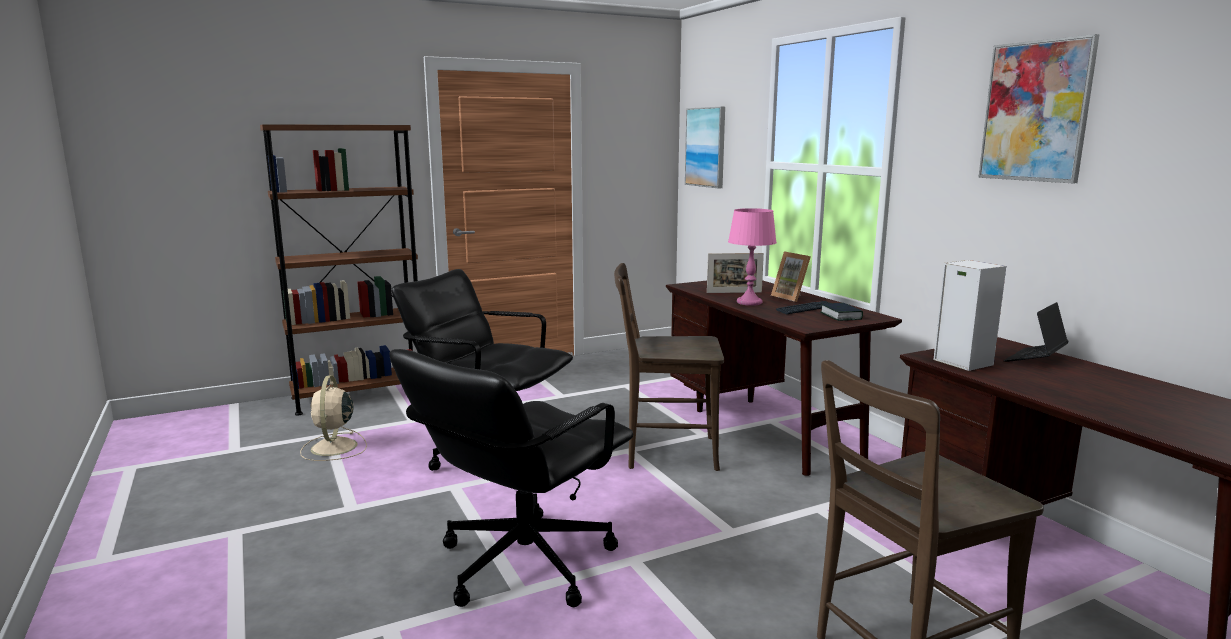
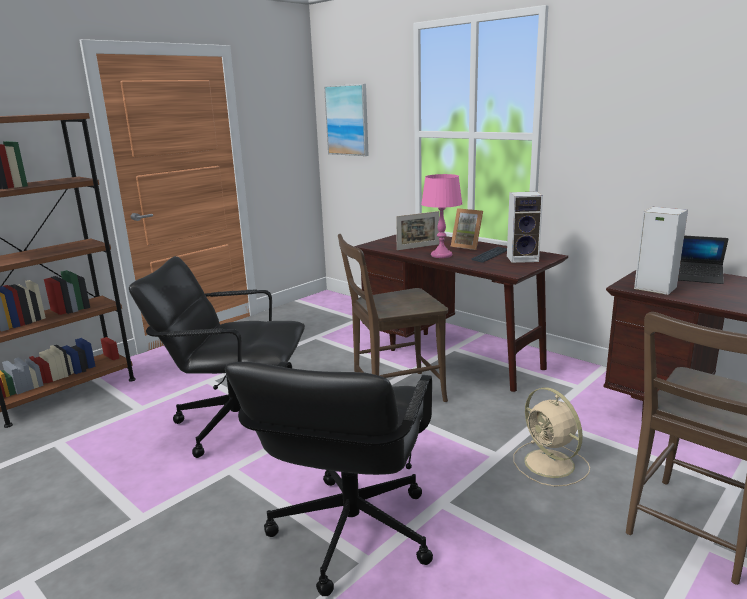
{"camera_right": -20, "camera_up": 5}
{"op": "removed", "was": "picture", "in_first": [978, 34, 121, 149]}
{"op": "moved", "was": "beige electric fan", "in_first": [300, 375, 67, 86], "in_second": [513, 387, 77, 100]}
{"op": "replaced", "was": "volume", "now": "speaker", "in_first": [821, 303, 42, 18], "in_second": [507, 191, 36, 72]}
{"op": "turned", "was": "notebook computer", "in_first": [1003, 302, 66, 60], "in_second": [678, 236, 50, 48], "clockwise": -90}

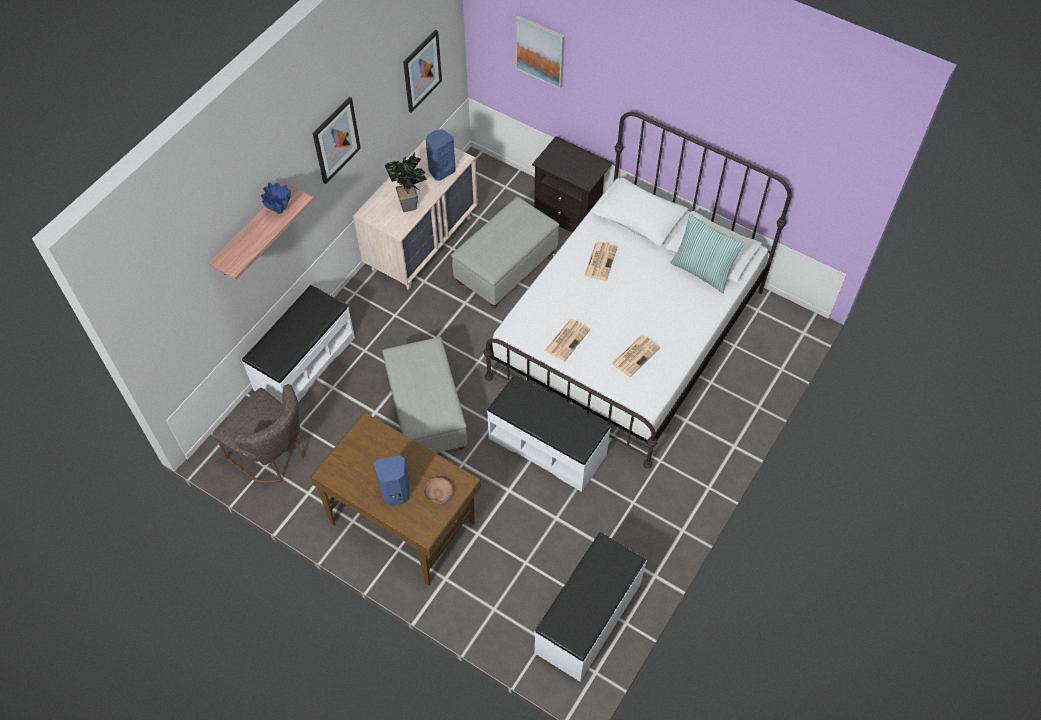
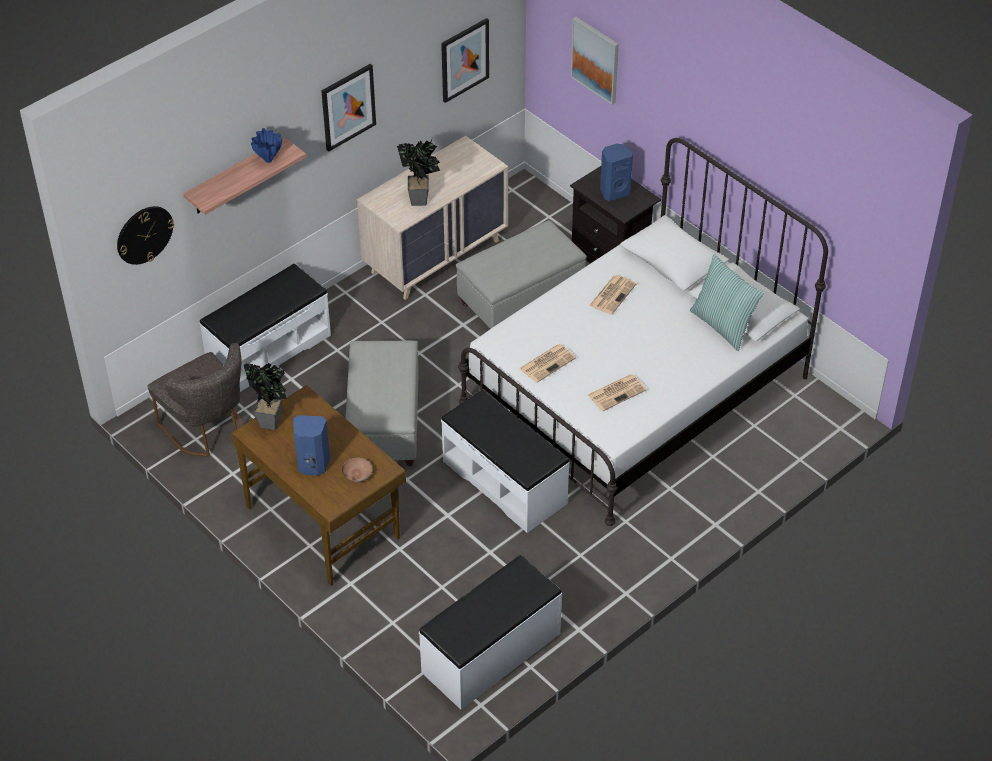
{"camera_right": 15, "camera_up": -10}
{"op": "added", "now": "clock on the wall", "in_second": [117, 206, 57, 59]}
{"op": "added", "now": "plant in a pot", "in_second": [243, 363, 44, 67]}
{"op": "moved", "was": "bluish speaker", "in_first": [426, 129, 29, 52], "in_second": [600, 144, 33, 57]}

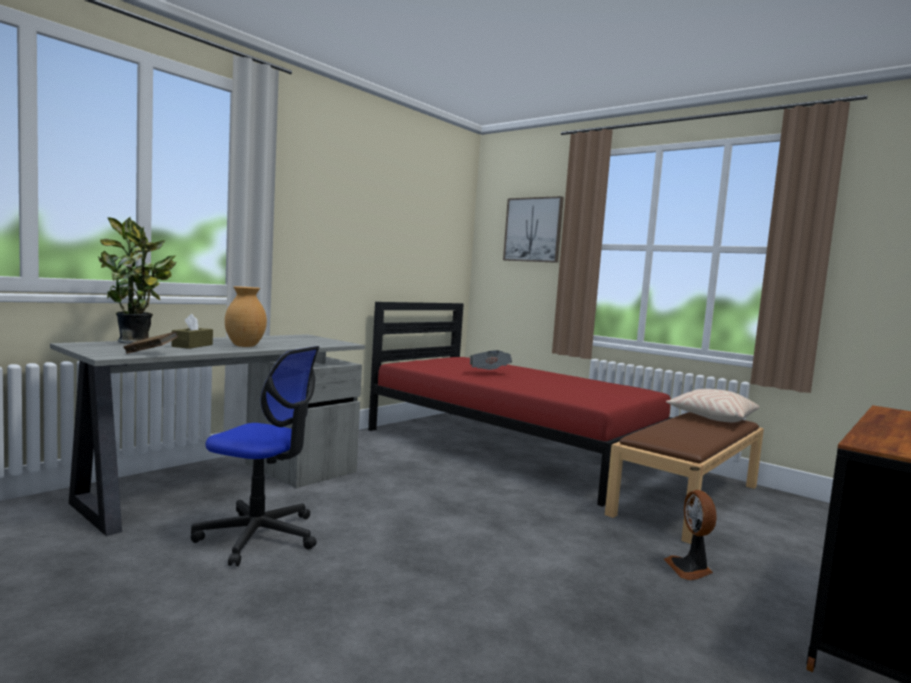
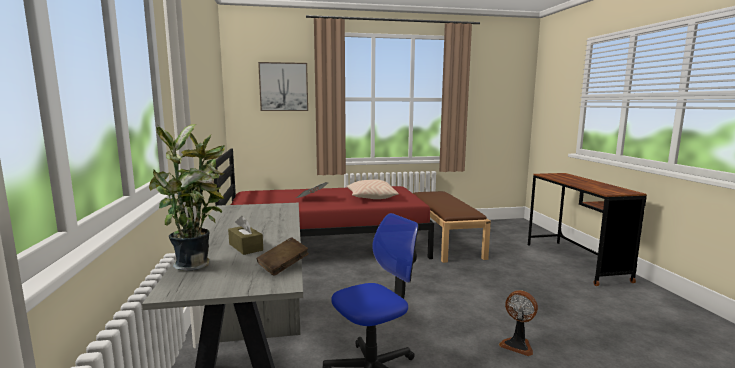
{"camera_right": -50, "camera_up": 5}
{"op": "removed", "was": "brown-coloured vase", "in_first": [225, 286, 42, 61]}
{"op": "moved", "was": "electric fan", "in_first": [664, 490, 52, 90], "in_second": [499, 290, 39, 66]}
{"op": "moved", "was": "beige throw pillow", "in_first": [666, 389, 93, 33], "in_second": [347, 179, 52, 20]}

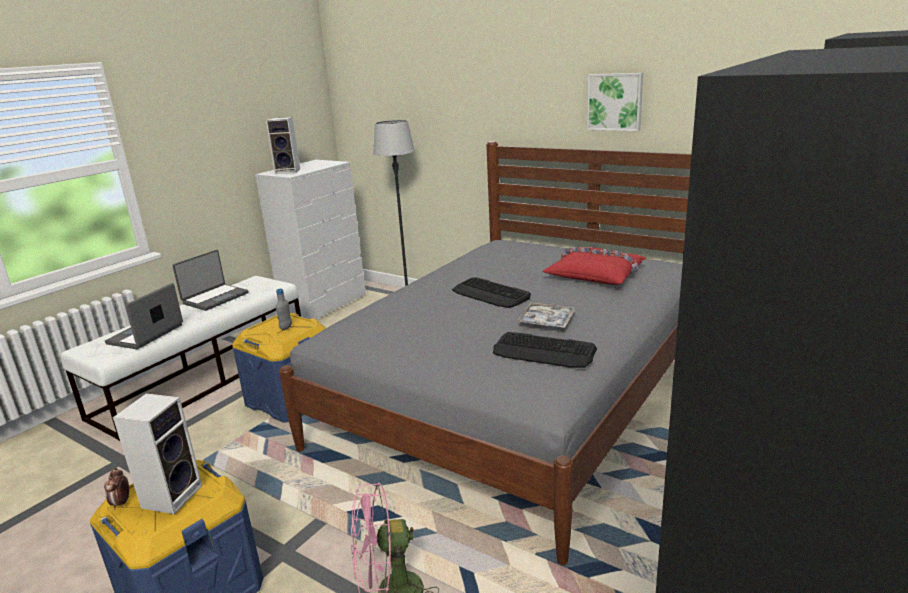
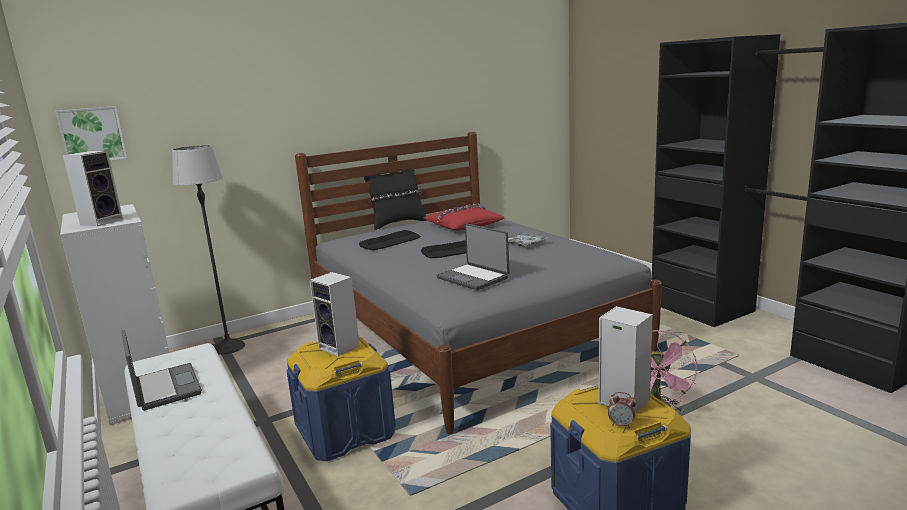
{"camera_right": -65, "camera_up": -5}
{"op": "added", "now": "black-coloured throw pillow", "in_second": [364, 169, 63, 61]}
{"op": "moved", "was": "notebook computer", "in_first": [105, 283, 78, 66], "in_second": [436, 224, 73, 66]}
{"op": "moved", "was": "keyboard", "in_first": [493, 332, 104, 36], "in_second": [359, 230, 62, 20]}
{"op": "moved", "was": "picture", "in_first": [587, 73, 56, 58], "in_second": [56, 106, 71, 54]}
{"op": "replaced", "was": "gray beverage bottle", "now": "speaker", "in_first": [276, 289, 16, 41], "in_second": [310, 272, 50, 84]}

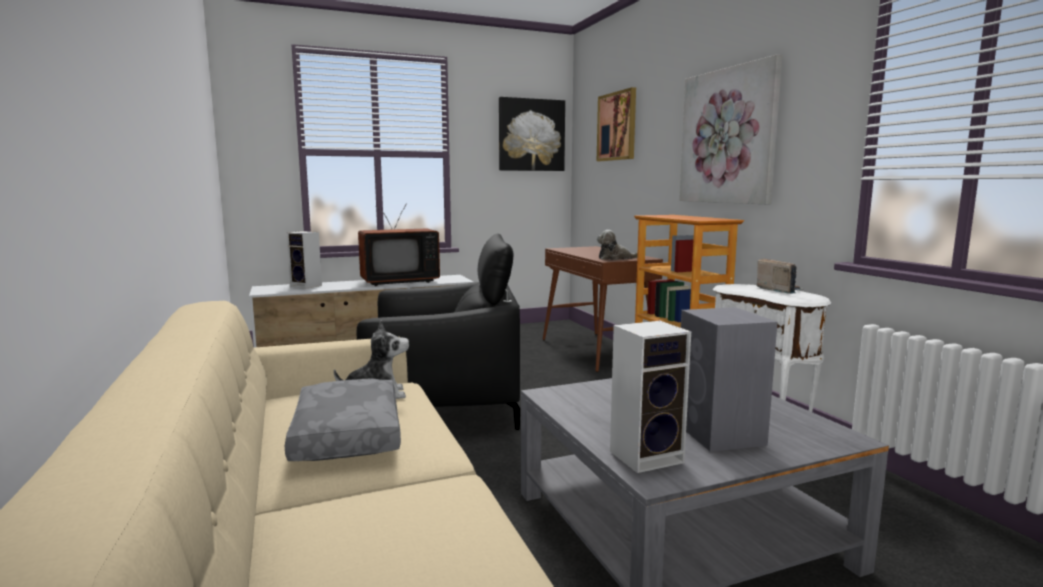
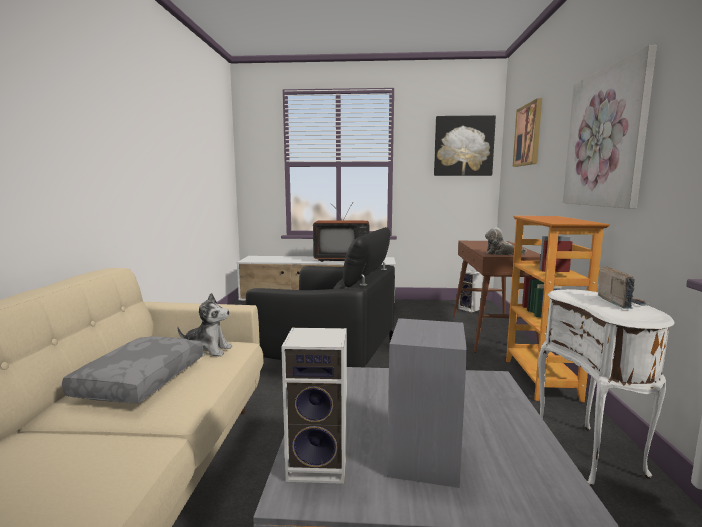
{"camera_right": 25, "camera_up": 0}
{"op": "moved", "was": "speaker", "in_first": [287, 231, 35, 58], "in_second": [458, 270, 24, 42]}

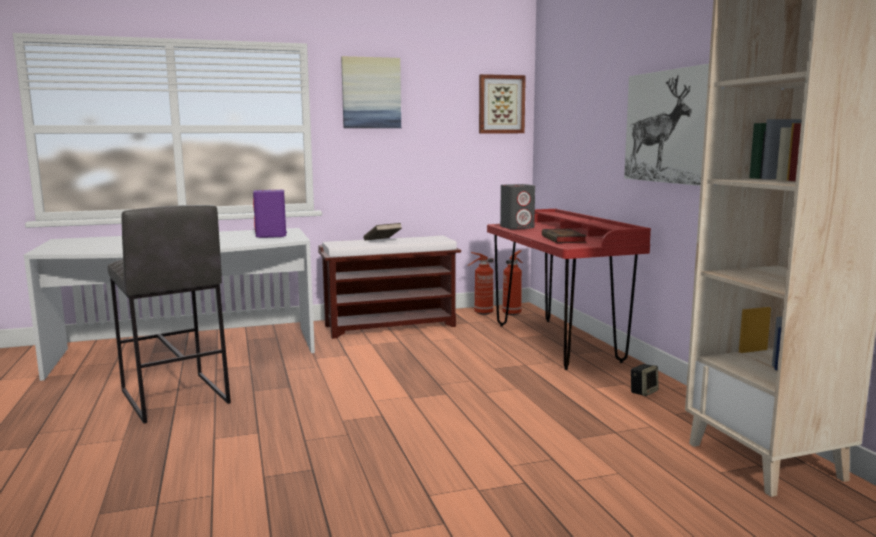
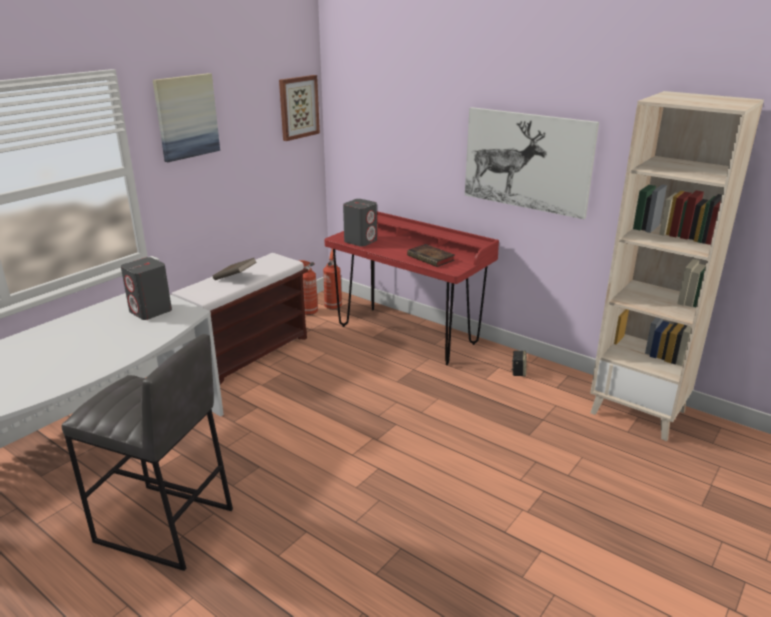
{"camera_right": -35, "camera_up": 15}
{"op": "recoloured", "was": "purple-coloured speaker", "now": "gray speaker", "in_first": [253, 190, 34, 48], "in_second": [121, 257, 51, 63]}

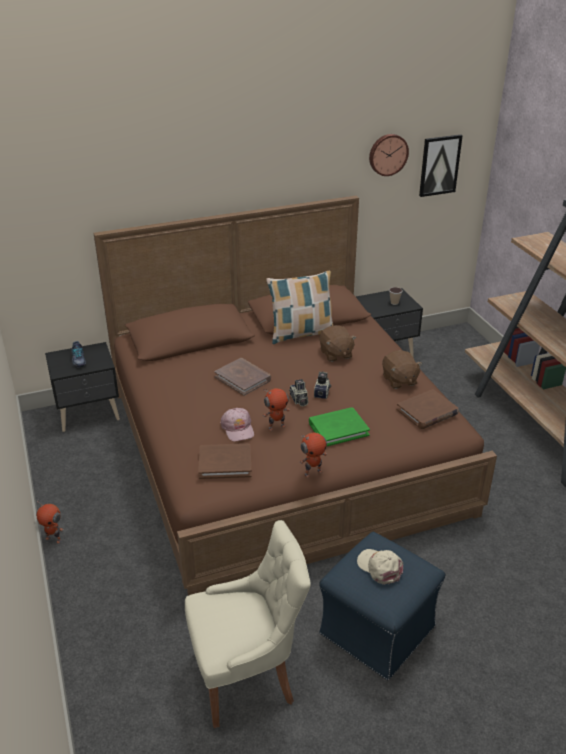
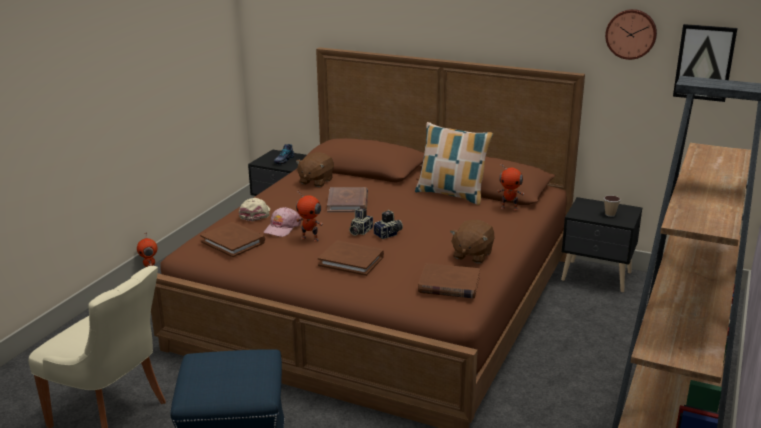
{"camera_right": 45, "camera_up": -10}
{"op": "moved", "was": "toy robot", "in_first": [300, 433, 27, 45], "in_second": [497, 163, 27, 48]}
{"op": "moved", "was": "brown-coloured soft toy", "in_first": [319, 325, 37, 37], "in_second": [296, 152, 38, 35]}
{"op": "moved", "was": "beige peaked cap", "in_first": [357, 549, 46, 35], "in_second": [239, 198, 31, 23]}
{"op": "recoloured", "was": "green volume", "now": "brown-coloured volume", "in_first": [309, 407, 61, 40], "in_second": [318, 240, 66, 36]}

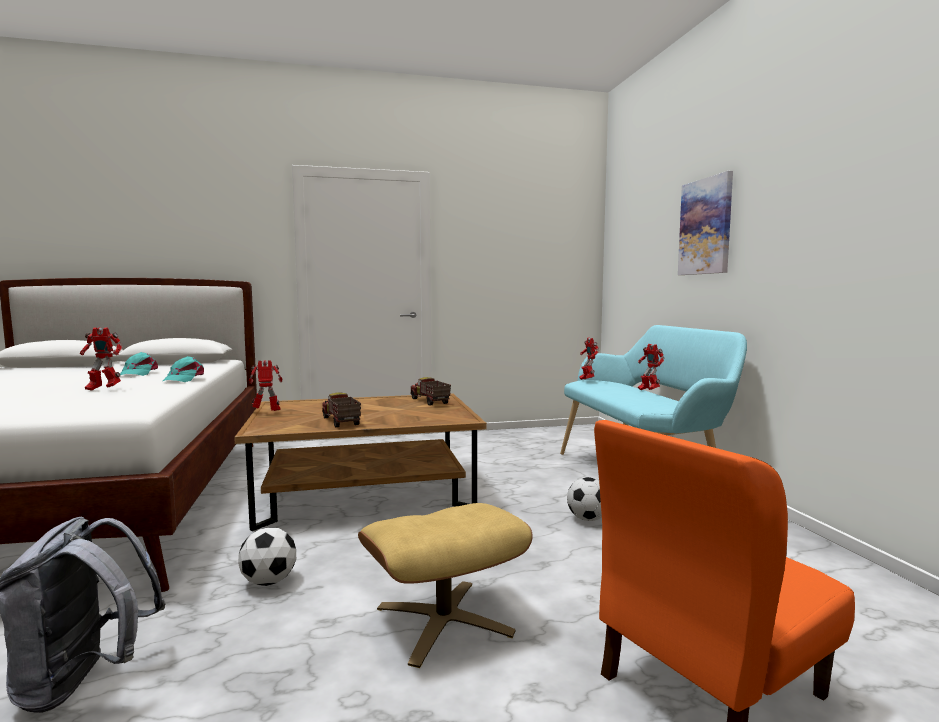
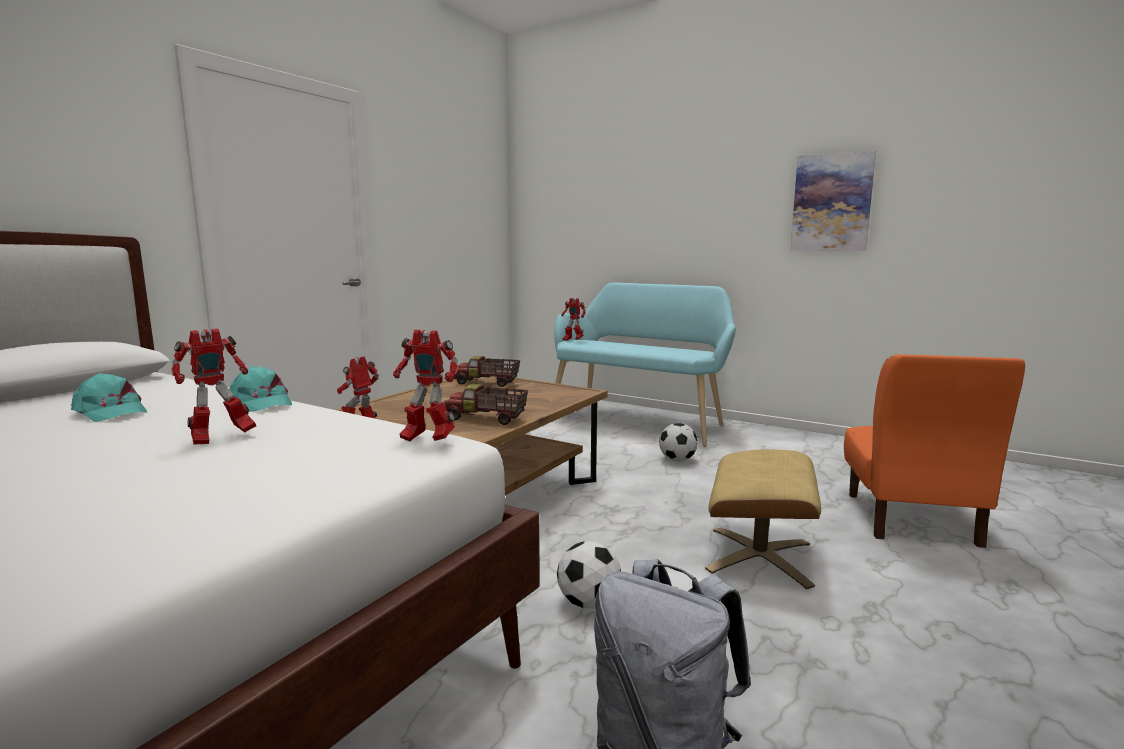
{"camera_right": -45, "camera_up": 5}
{"op": "moved", "was": "toy robot", "in_first": [638, 344, 26, 46], "in_second": [393, 330, 66, 112]}
{"op": "moved", "was": "picture", "in_first": [678, 171, 55, 104], "in_second": [791, 150, 85, 101]}

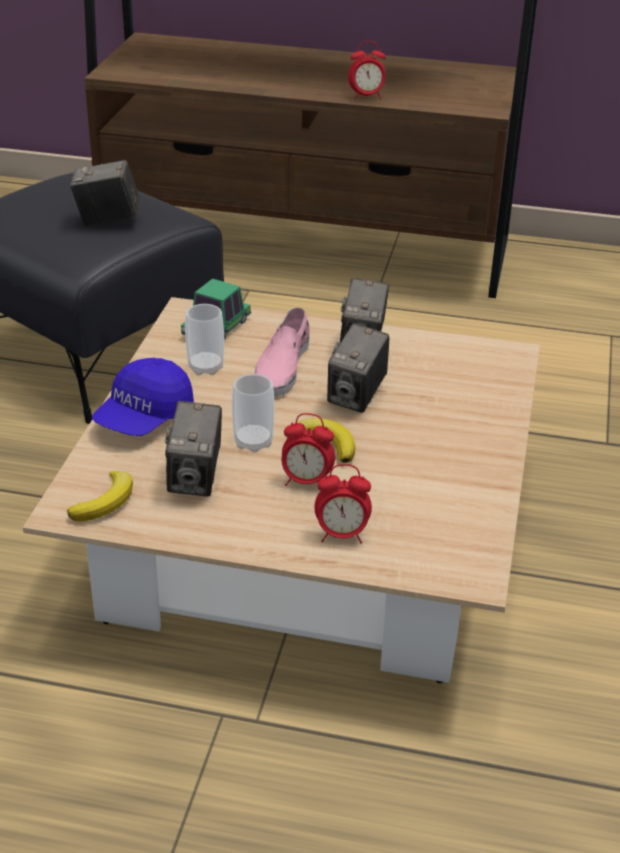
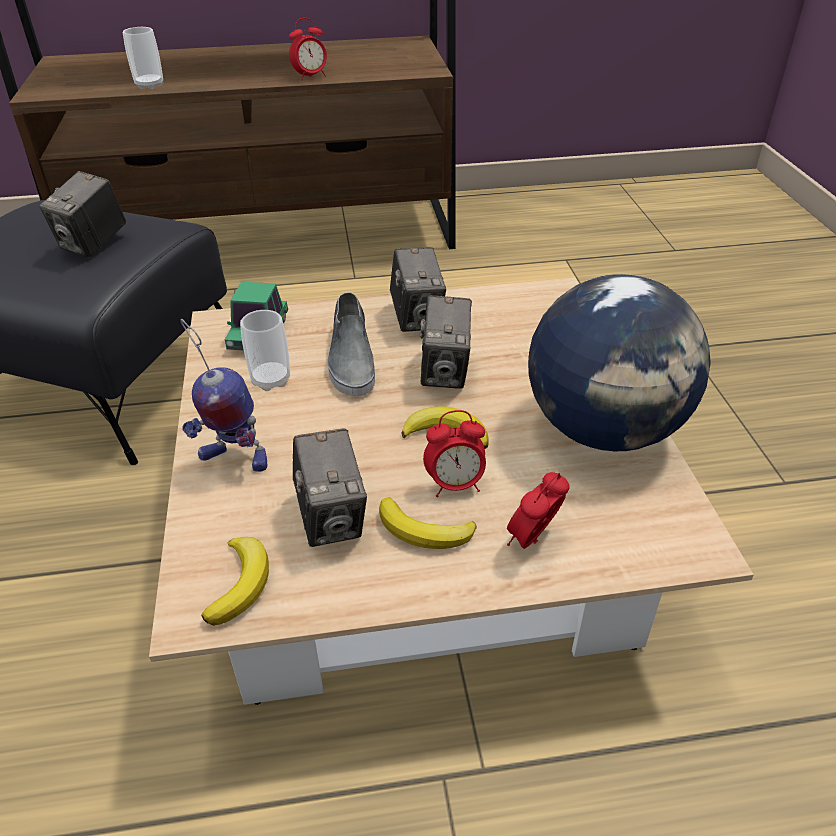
{"camera_right": -20, "camera_up": 5}
{"op": "added", "now": "banana", "in_second": [379, 497, 98, 52]}
{"op": "added", "now": "desk globe", "in_second": [528, 274, 183, 177]}
{"op": "moved", "was": "cup", "in_first": [232, 374, 42, 79], "in_second": [123, 27, 40, 62]}
{"op": "replaced", "was": "bluish peaked cap", "now": "toy robot", "in_first": [92, 358, 102, 78], "in_second": [180, 319, 87, 153]}
{"op": "recoloured", "was": "pink item of footwear", "now": "gray item of footwear", "in_first": [255, 307, 55, 90], "in_second": [328, 292, 47, 104]}
{"op": "turned", "was": "photo camera", "in_first": [70, 160, 70, 66], "in_second": [39, 171, 87, 86], "clockwise": -45}
{"op": "turned", "was": "table clock", "in_first": [315, 464, 57, 80], "in_second": [507, 472, 62, 77], "clockwise": 150}

